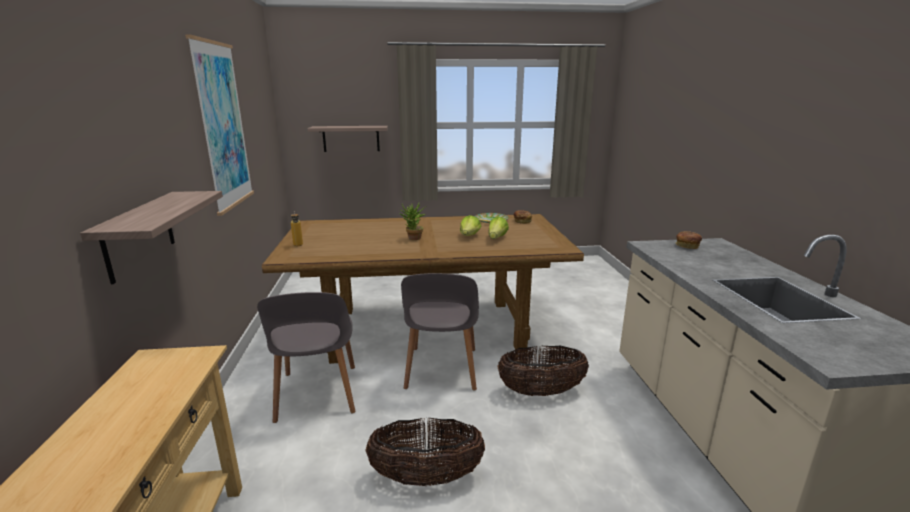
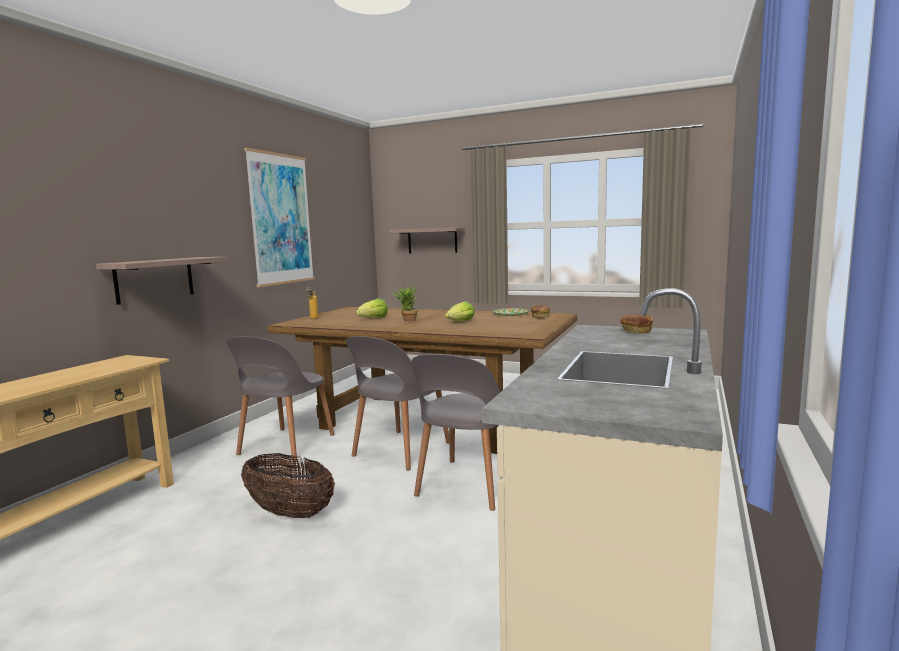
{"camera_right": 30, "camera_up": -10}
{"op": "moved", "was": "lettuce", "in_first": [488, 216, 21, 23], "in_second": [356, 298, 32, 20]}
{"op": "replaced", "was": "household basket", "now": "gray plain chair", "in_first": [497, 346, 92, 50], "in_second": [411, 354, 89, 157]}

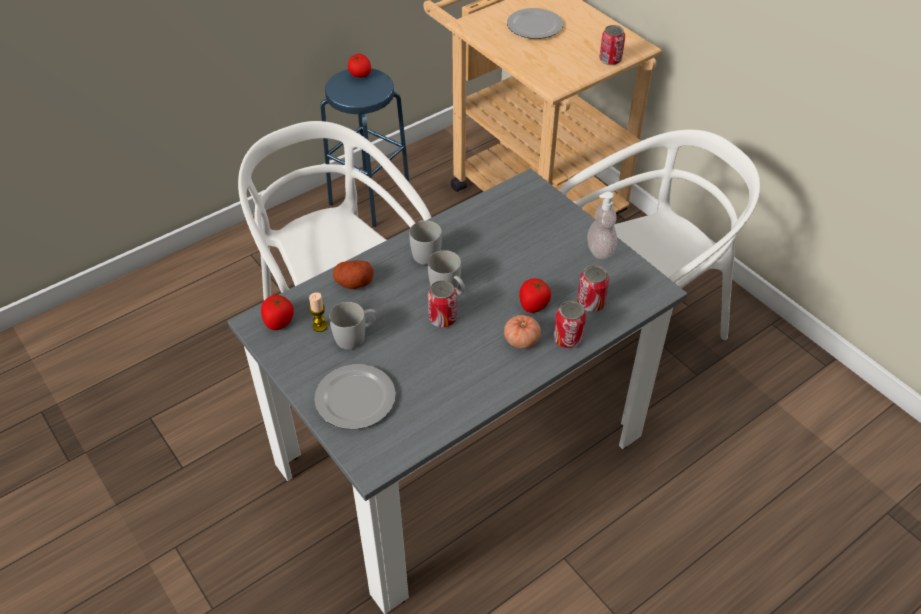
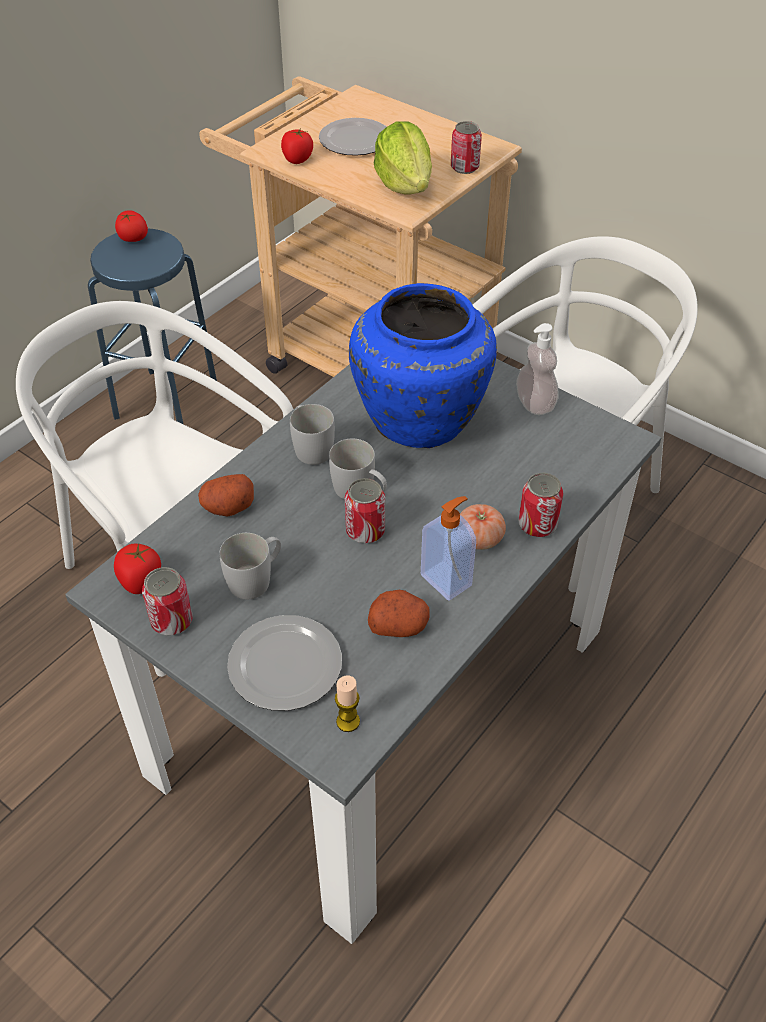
{"camera_right": -15, "camera_up": 0}
{"op": "added", "now": "bluish vase", "in_second": [349, 283, 148, 165]}
{"op": "added", "now": "potato", "in_second": [368, 590, 61, 47]}
{"op": "added", "now": "lettuce", "in_second": [374, 121, 58, 74]}
{"op": "added", "now": "liquid soap bottle", "in_second": [421, 496, 55, 105]}
{"op": "moved", "was": "wax candle", "in_first": [309, 292, 19, 40], "in_second": [335, 675, 25, 57]}
{"op": "moved", "was": "whole tomato", "in_first": [519, 278, 32, 35], "in_second": [281, 129, 32, 35]}
{"op": "moved", "was": "can", "in_first": [577, 265, 32, 47], "in_second": [142, 567, 51, 68]}

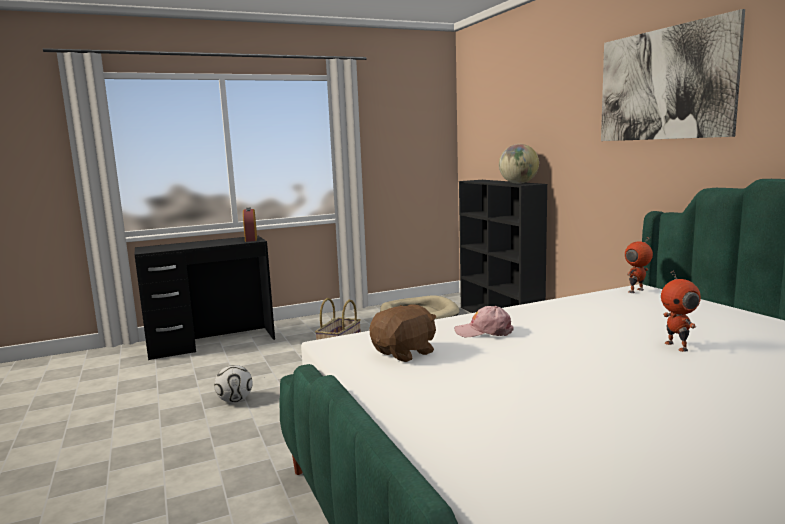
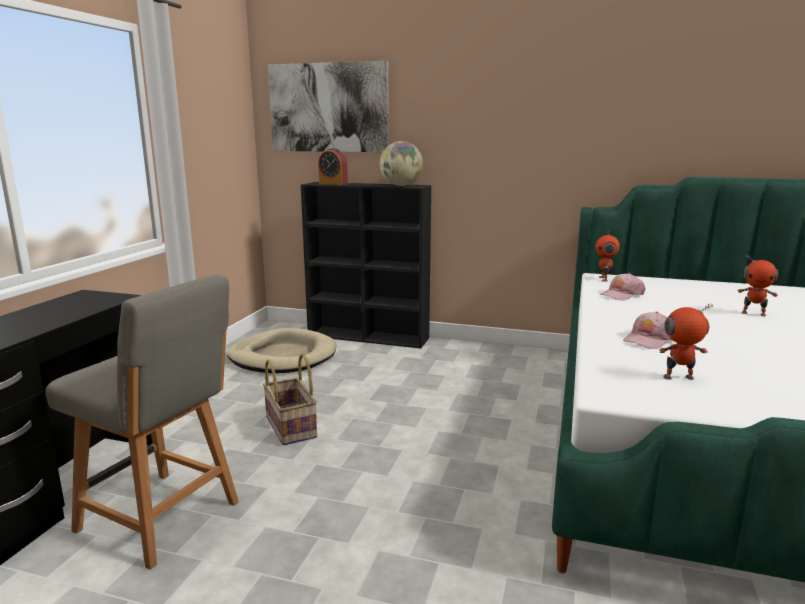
{"camera_right": -50, "camera_up": 5}
{"op": "removed", "was": "football", "in_first": [214, 365, 39, 38]}
{"op": "added", "now": "gray plain chair", "in_second": [46, 275, 193, 295]}
{"op": "added", "now": "pink peaked cap", "in_second": [600, 273, 46, 27]}
{"op": "moved", "was": "table clock", "in_first": [243, 208, 14, 34], "in_second": [318, 148, 30, 37]}
{"op": "moved", "was": "picture", "in_first": [601, 9, 144, 132], "in_second": [268, 61, 121, 91]}
{"op": "replaced", "was": "brown-coloured soft toy", "now": "toy robot", "in_first": [369, 304, 67, 58], "in_second": [659, 304, 54, 76]}

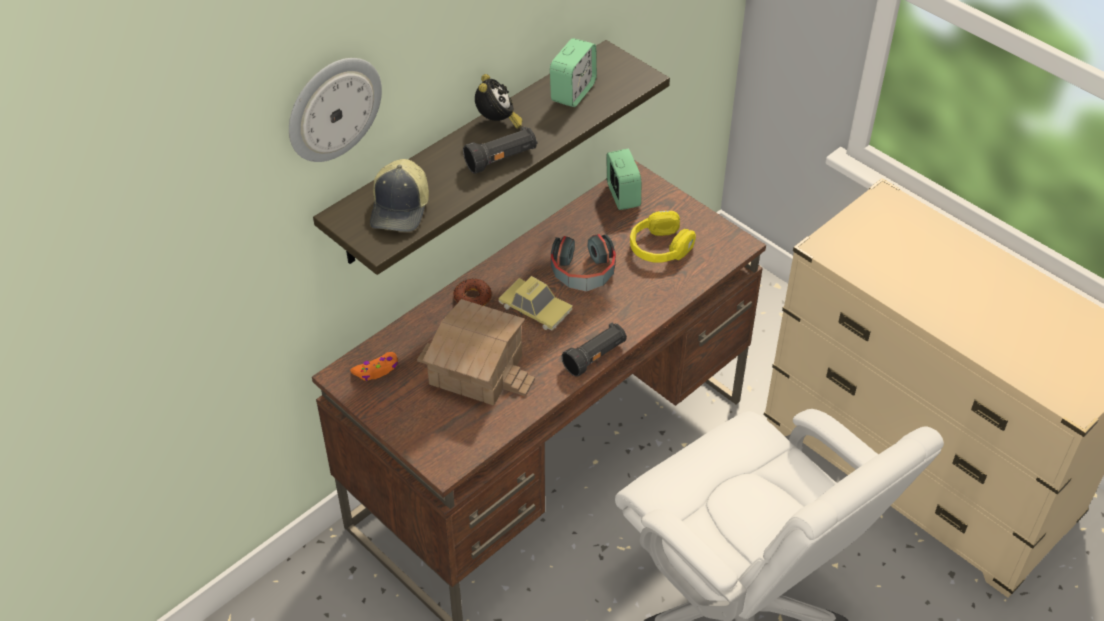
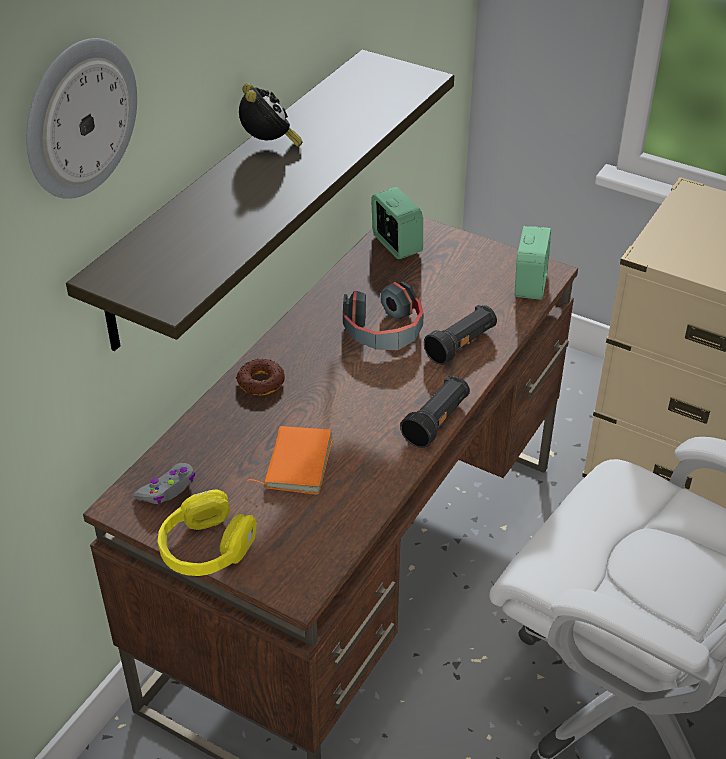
{"camera_right": -15, "camera_up": -5}
{"op": "removed", "was": "peaked cap", "in_first": [370, 159, 59, 73]}
{"op": "removed", "was": "toy car", "in_first": [499, 276, 73, 54]}
{"op": "moved", "was": "black-coloured flashlight", "in_first": [463, 126, 74, 48], "in_second": [424, 305, 73, 60]}
{"op": "moved", "was": "table clock", "in_first": [550, 38, 47, 69], "in_second": [515, 226, 36, 74]}
{"op": "moved", "was": "yellow headset", "in_first": [630, 211, 66, 52], "in_second": [157, 489, 100, 87]}
{"op": "replaced", "was": "model house", "now": "orangey volume", "in_first": [417, 299, 118, 107], "in_second": [246, 426, 87, 69]}
{"op": "recoloured", "was": "orangey joypad", "now": "gray joypad", "in_first": [350, 352, 48, 29], "in_second": [134, 463, 61, 41]}

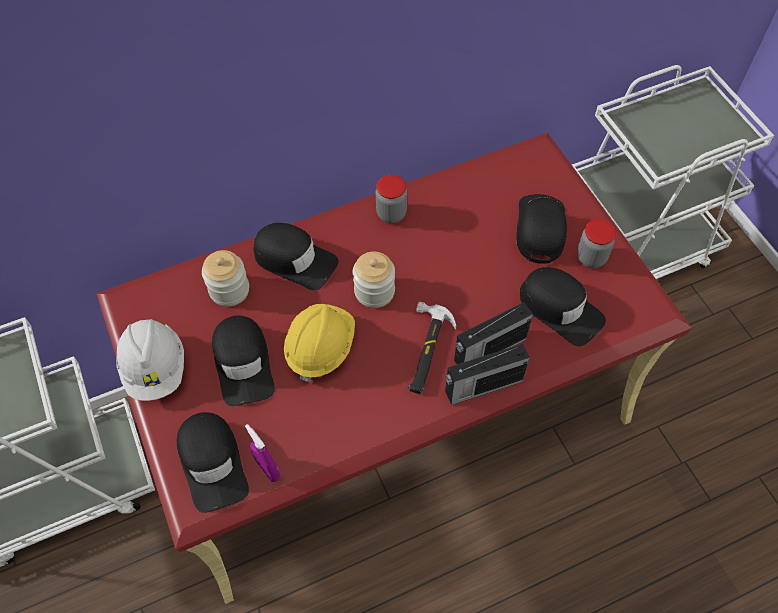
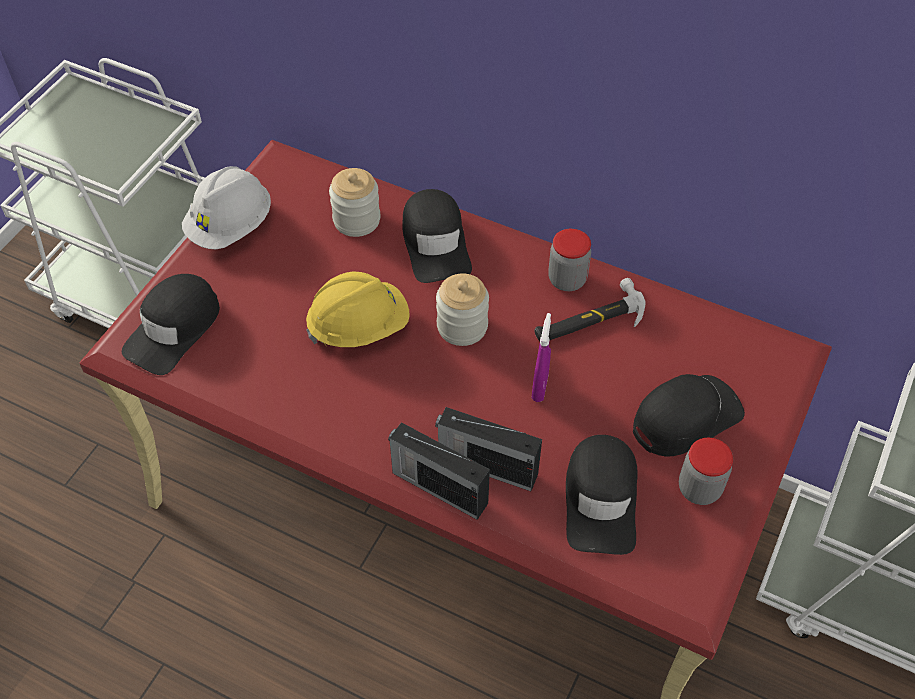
{"camera_right": 50, "camera_up": -5}
{"op": "removed", "was": "black-coloured peaked cap", "in_first": [212, 315, 63, 91]}
{"op": "moved", "was": "purple-coloured hand sprayer", "in_first": [245, 424, 35, 58], "in_second": [532, 313, 19, 89]}
{"op": "moved", "was": "hammer", "in_first": [409, 302, 47, 92], "in_second": [534, 278, 111, 64]}

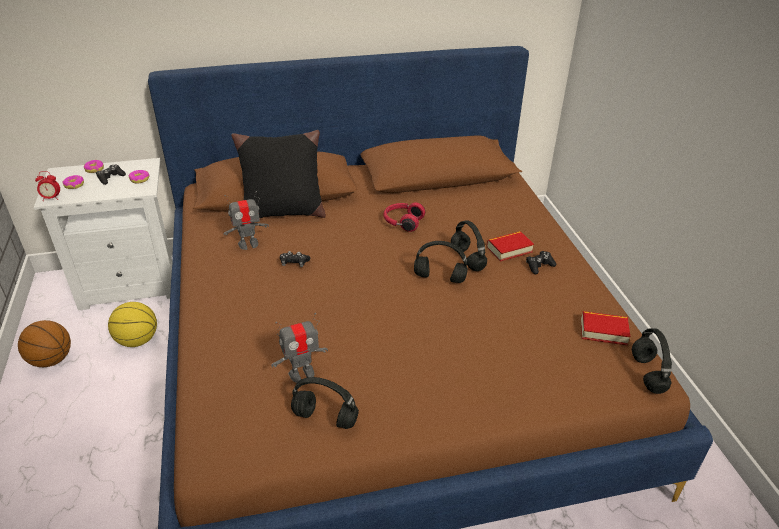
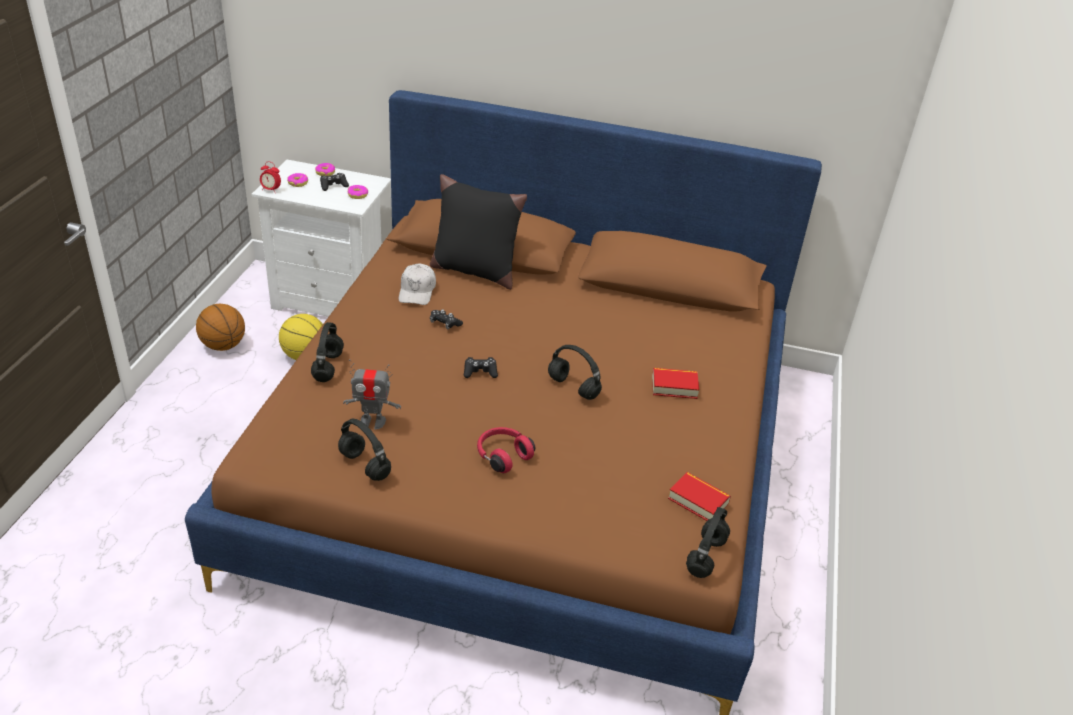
{"camera_right": 25, "camera_up": 0}
{"op": "moved", "was": "red-coloured headset", "in_first": [383, 202, 42, 30], "in_second": [477, 427, 58, 46]}
{"op": "moved", "was": "black-coloured headset", "in_first": [451, 220, 36, 51], "in_second": [311, 322, 33, 60]}
{"op": "moved", "was": "black-coloured joypad", "in_first": [526, 251, 30, 24], "in_second": [464, 357, 34, 21]}
{"op": "replaced", "was": "toy robot", "now": "whitish peaked cap", "in_first": [223, 191, 46, 59], "in_second": [399, 264, 37, 41]}

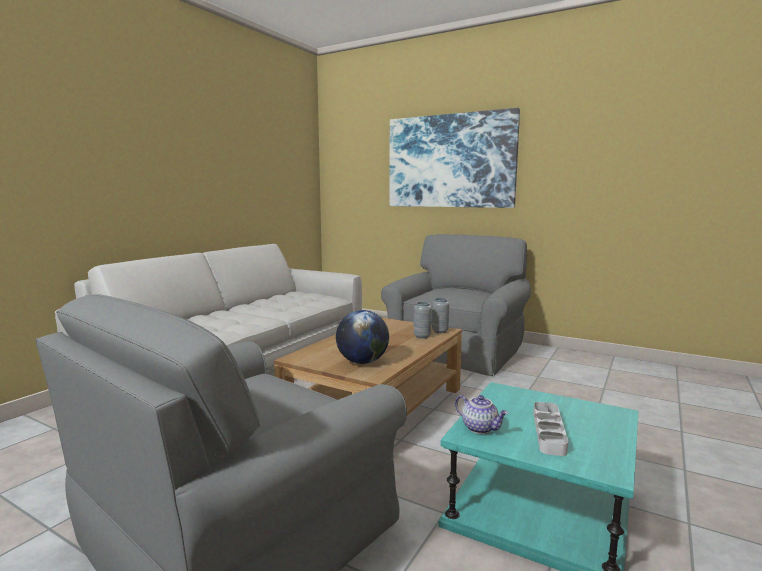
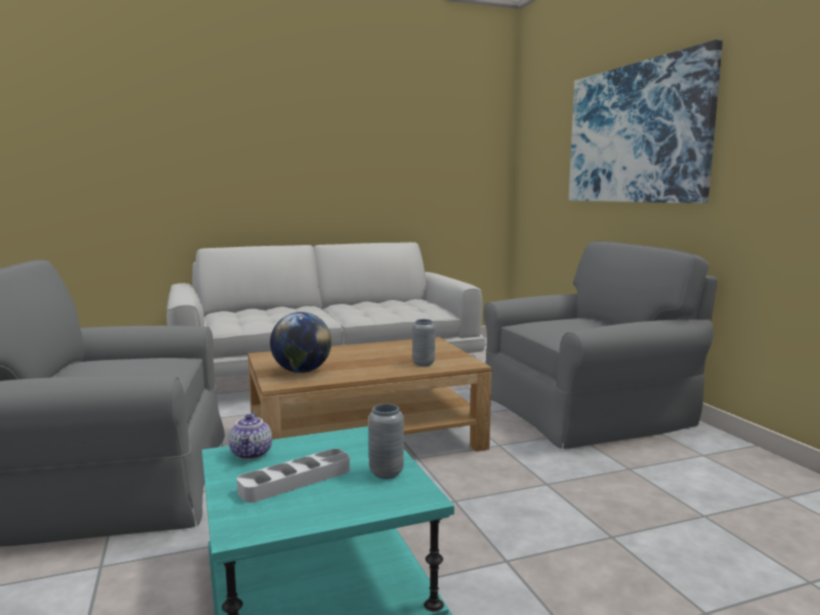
{"camera_right": 40, "camera_up": 0}
{"op": "moved", "was": "gray vase", "in_first": [432, 298, 17, 35], "in_second": [368, 404, 36, 75]}

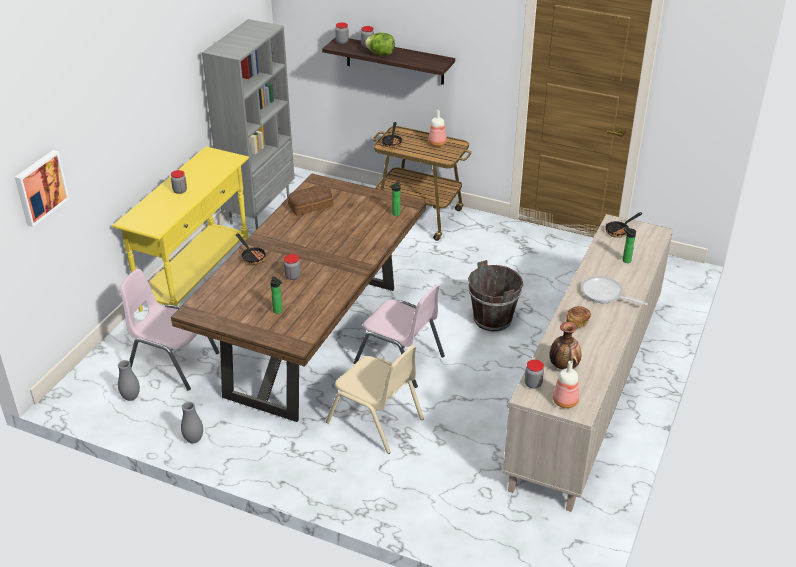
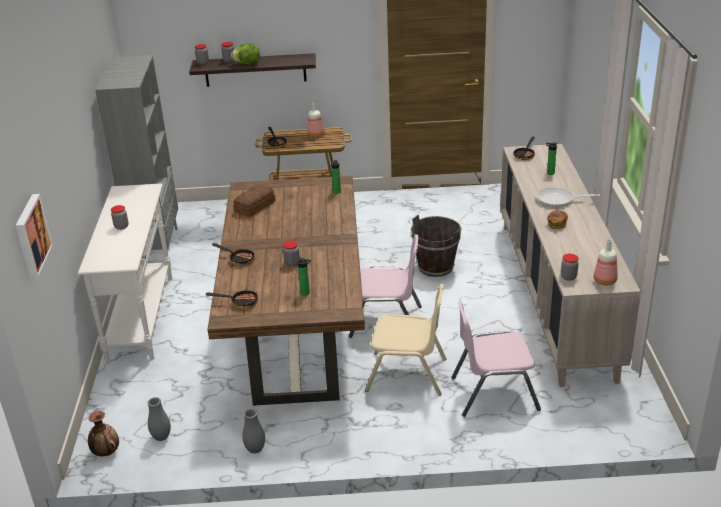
{"camera_right": -25, "camera_up": -5}
{"op": "added", "now": "skillet", "in_second": [206, 290, 52, 19]}
{"op": "moved", "was": "pink plain chair", "in_first": [120, 269, 99, 122], "in_second": [451, 302, 90, 115]}
{"op": "moved", "was": "vase", "in_first": [549, 322, 32, 48], "in_second": [88, 411, 31, 46]}
{"op": "recoloured", "was": "yellow hall table", "now": "whitish hall table", "in_first": [112, 147, 137, 165], "in_second": [78, 183, 94, 180]}

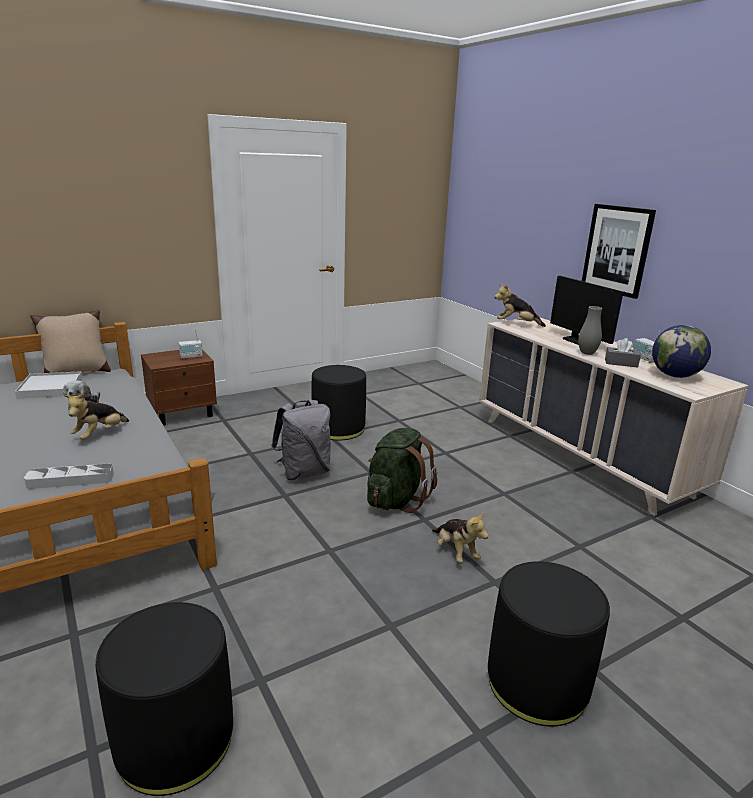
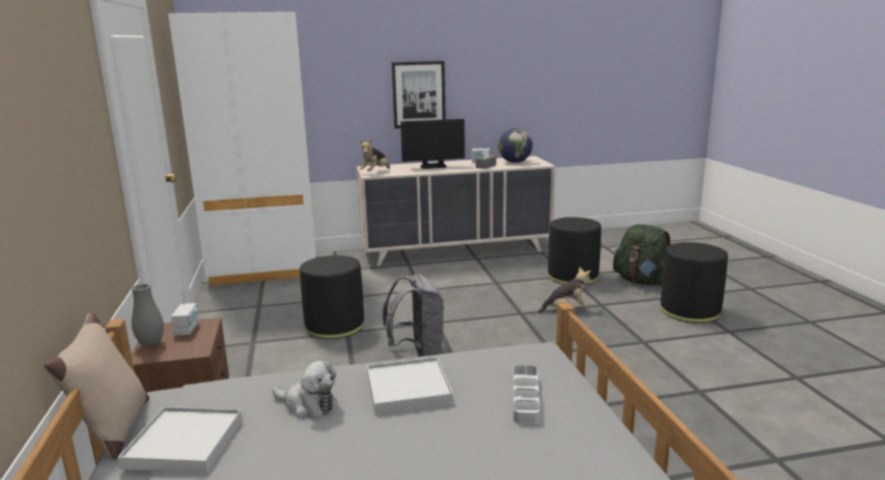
{"camera_right": -70, "camera_up": -5}
{"op": "added", "now": "whitish armoire", "in_second": [168, 12, 148, 274]}
{"op": "moved", "was": "black-coloured pouffe", "in_first": [96, 602, 137, 194], "in_second": [548, 217, 53, 68]}
{"op": "moved", "was": "green backpack", "in_first": [367, 428, 70, 85], "in_second": [613, 224, 57, 61]}
{"op": "moved", "was": "gray vase", "in_first": [578, 306, 24, 49], "in_second": [132, 284, 32, 63]}
{"op": "replaced", "was": "soft toy", "now": "whitish carrying tray", "in_first": [64, 393, 65, 47], "in_second": [367, 357, 86, 57]}

